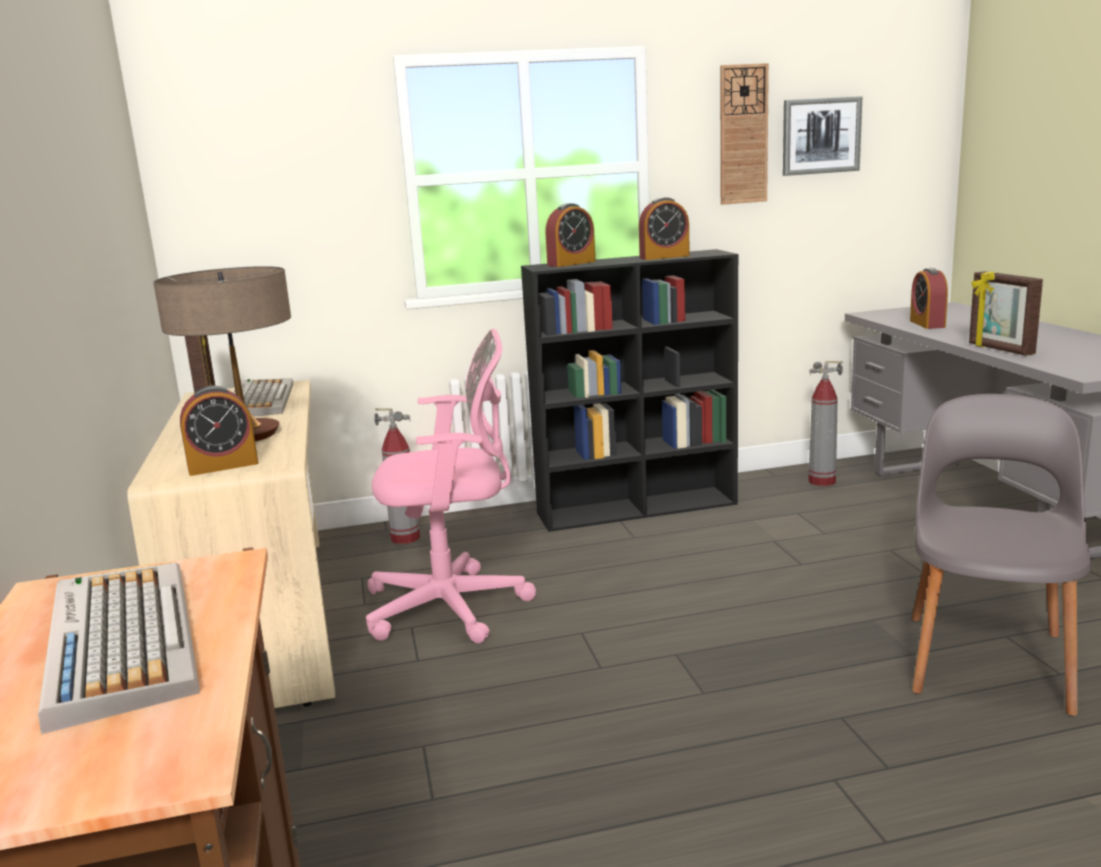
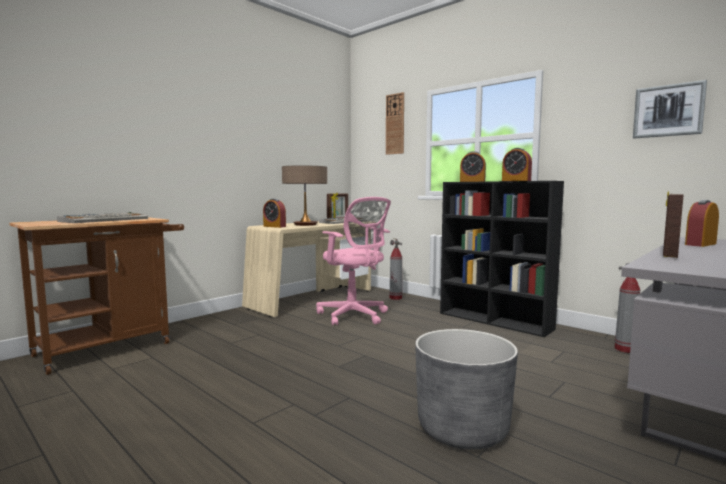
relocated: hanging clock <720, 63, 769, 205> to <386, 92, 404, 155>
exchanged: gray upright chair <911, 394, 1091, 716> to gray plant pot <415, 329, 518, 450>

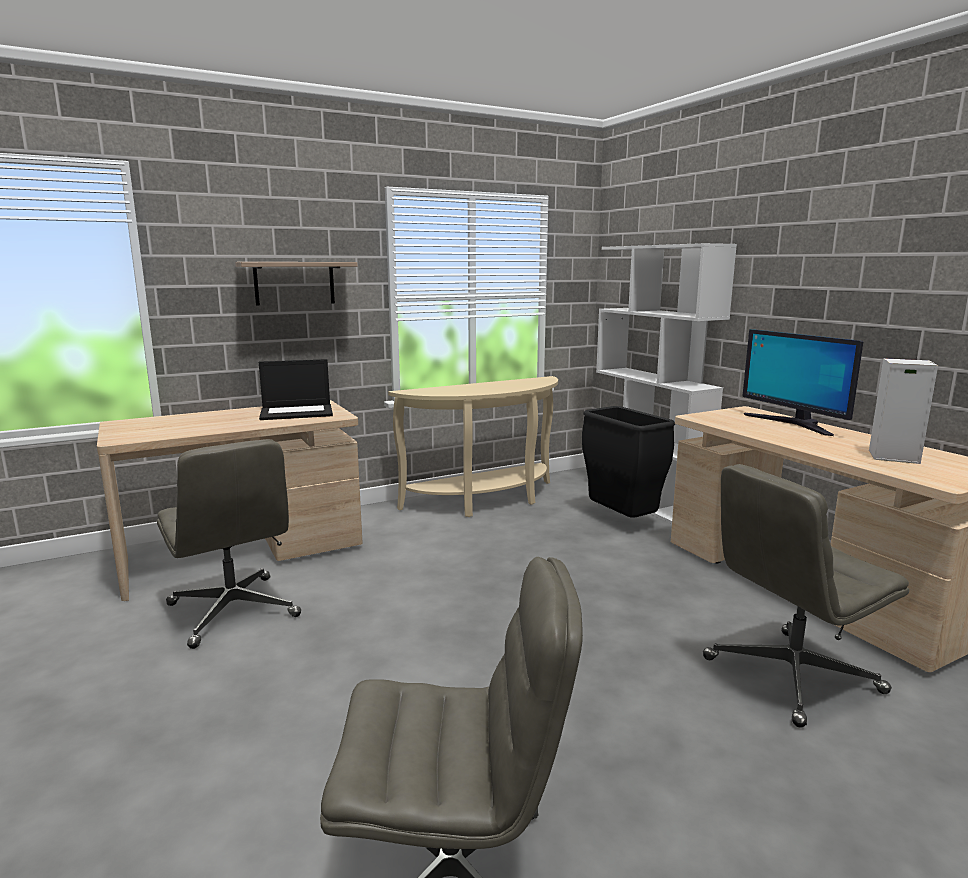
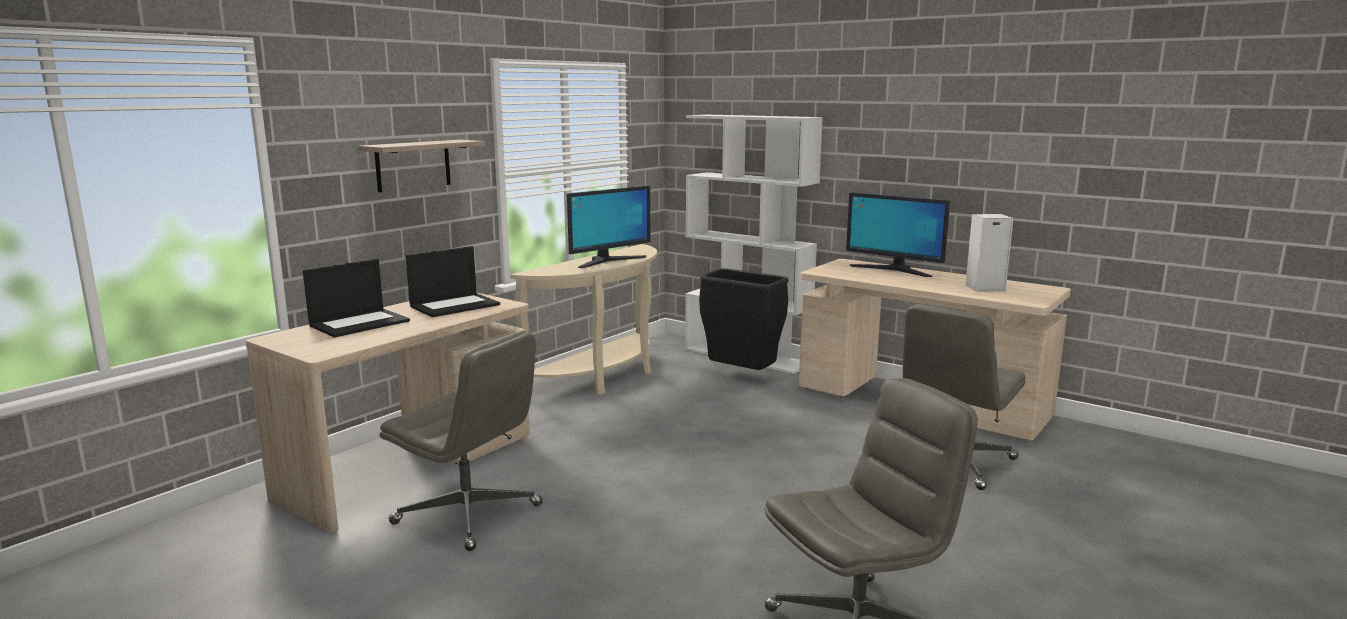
appeared: laptop <303, 258, 410, 337>; monitor <567, 186, 651, 268>

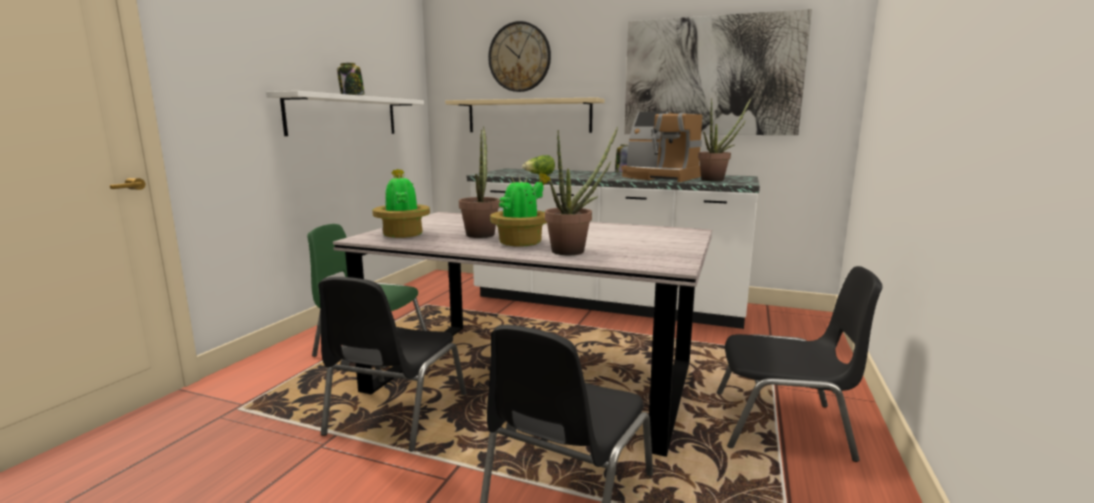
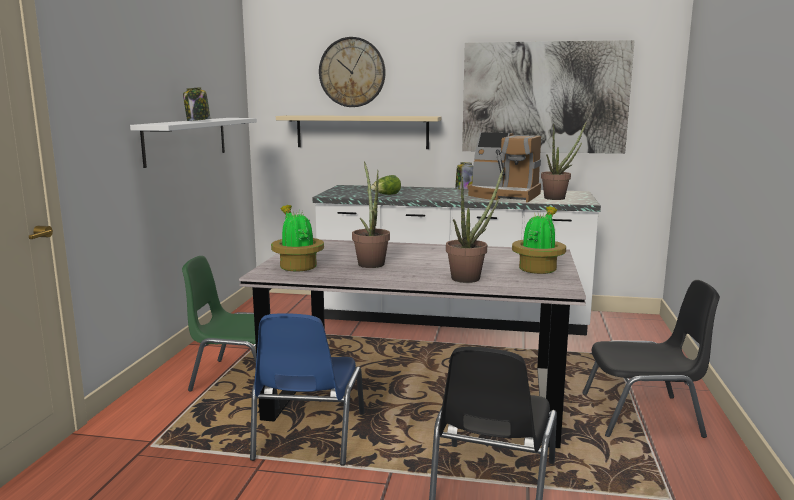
relocated: plant in a pot <490, 173, 551, 247> to <512, 206, 566, 274>
colour: black upright chair <318, 277, 467, 451> to blue-coloured upright chair <250, 313, 364, 466>

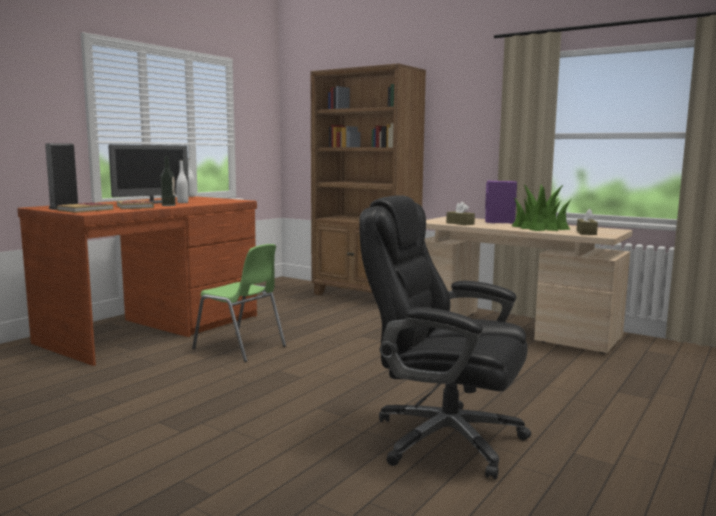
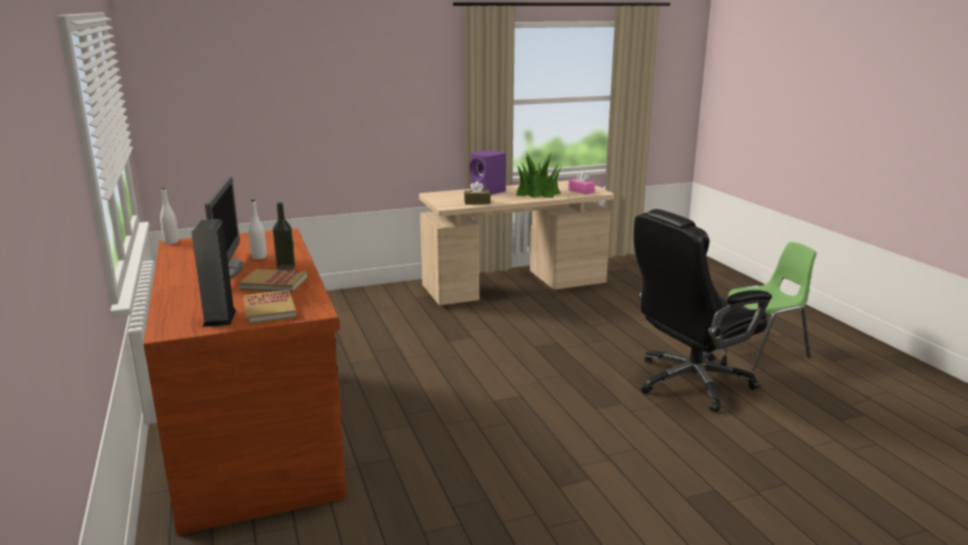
missing: brown shelving unit <310, 63, 426, 295>
relocated: greenish upright chair <192, 244, 286, 362> to <728, 242, 817, 370>
colour: brown tissue box <577, 209, 598, 235> to pink-coloured tissue box <568, 171, 595, 195>

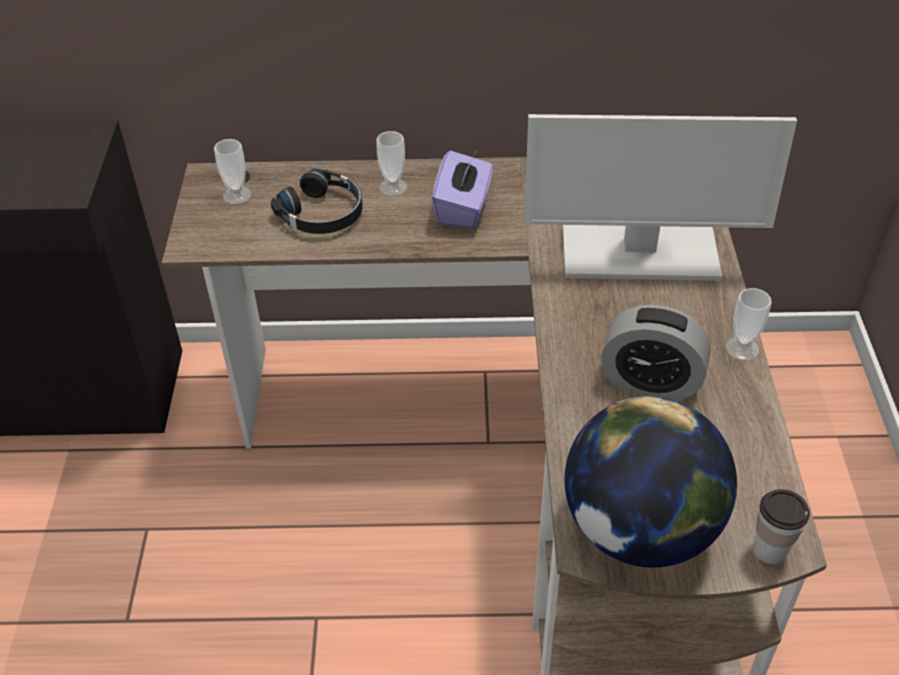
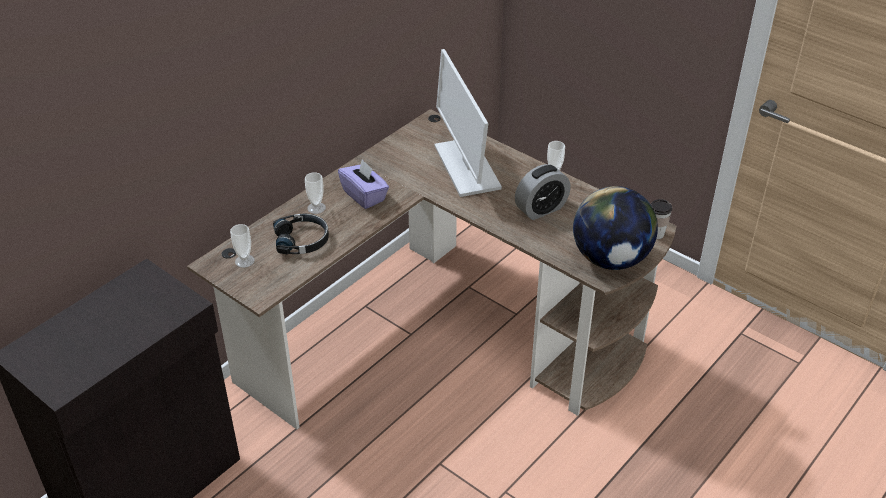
spun: monitor <524, 114, 797, 281> = <435, 49, 502, 197> 120 degrees clockwise

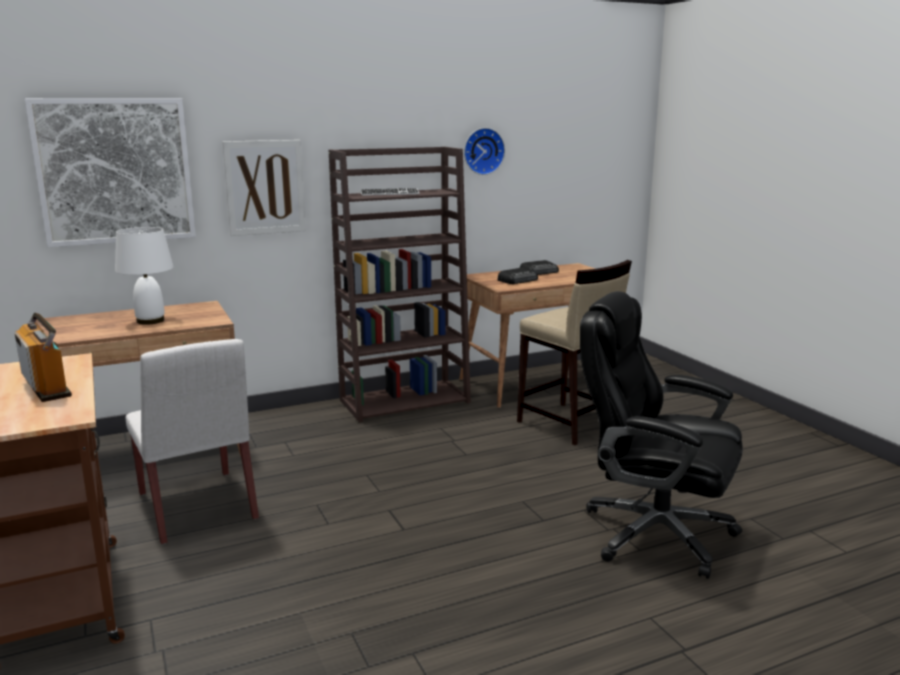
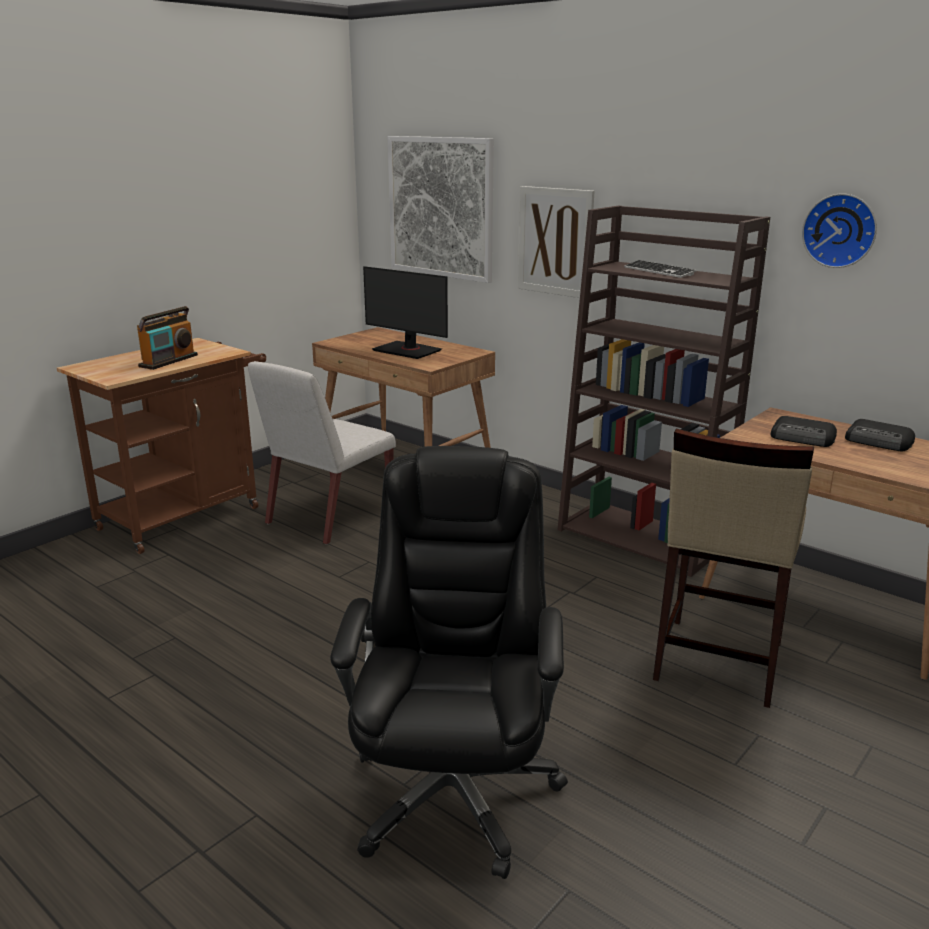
exchanged: white-coloured tabletop lamp <115, 227, 173, 325> to monitor <363, 266, 448, 359>

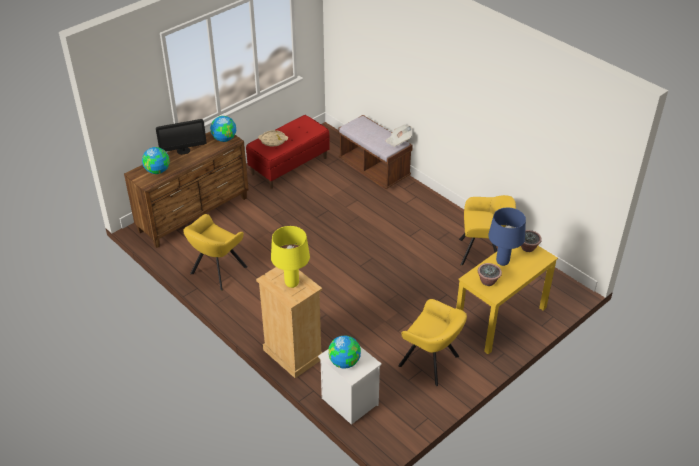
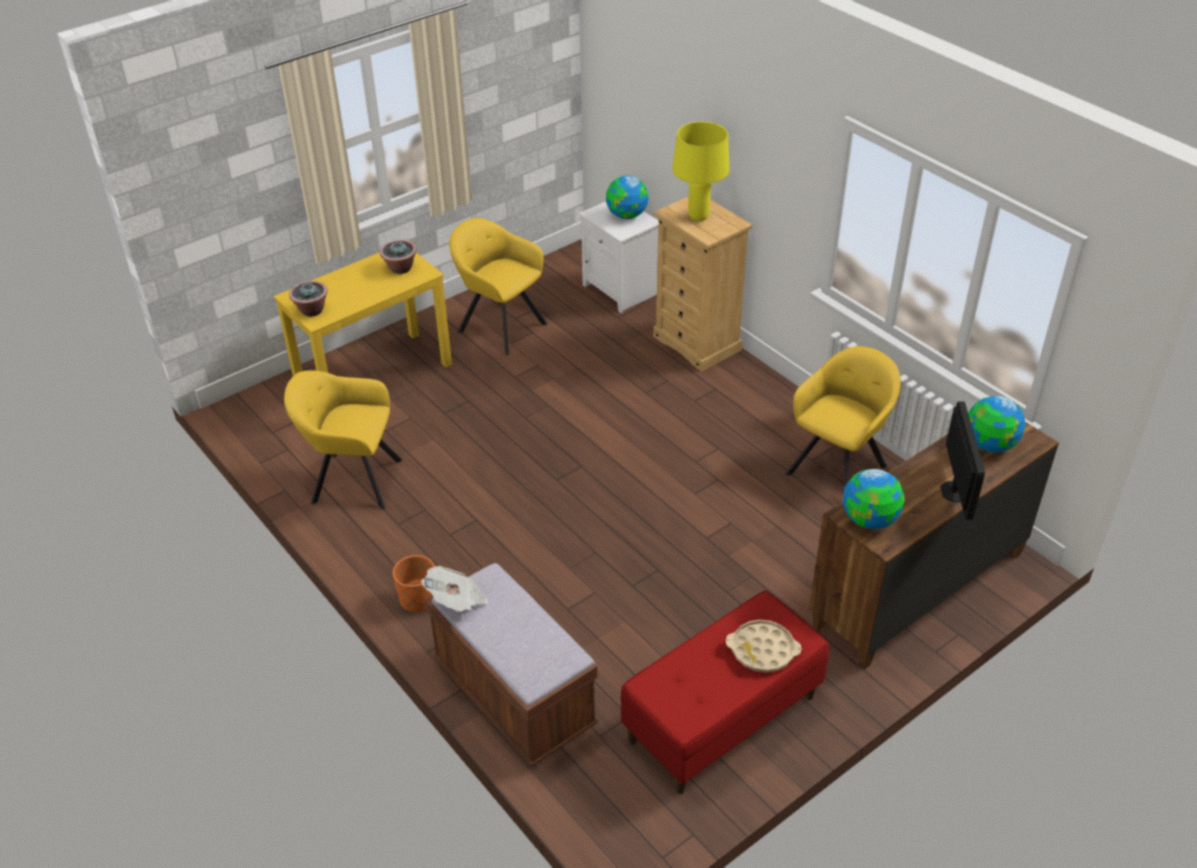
missing: blue-coloured tabletop lamp <488, 208, 526, 266>
appeared: orange-coloured plant pot <393, 555, 435, 612>
spun: monitor <156, 119, 206, 155> = <940, 401, 985, 520> 105 degrees clockwise

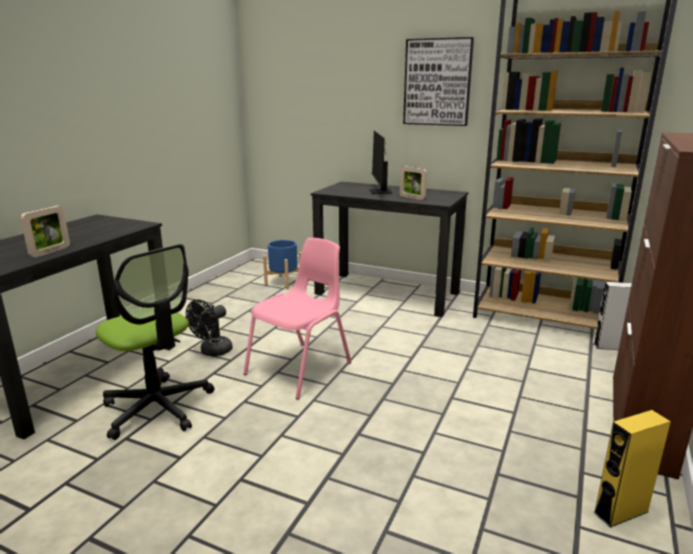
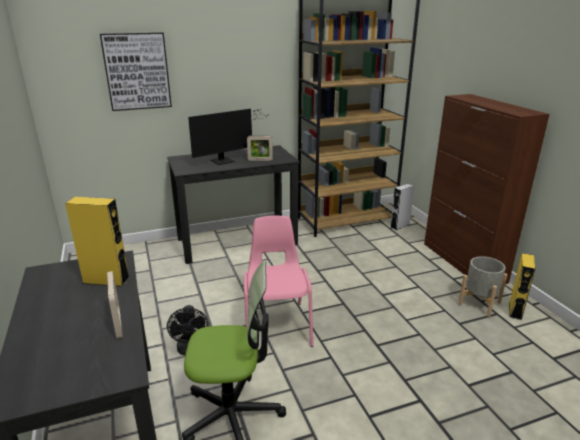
missing: blue-coloured plant pot <263, 240, 302, 290>
appeared: yellow-coloured audio speaker <65, 197, 130, 287>; gray plant pot <458, 256, 507, 317>
relocated: wall picture <403, 37, 474, 126> to <100, 32, 172, 111>
spun: monitor <370, 131, 392, 194> = <188, 109, 265, 165> 75 degrees counterclockwise

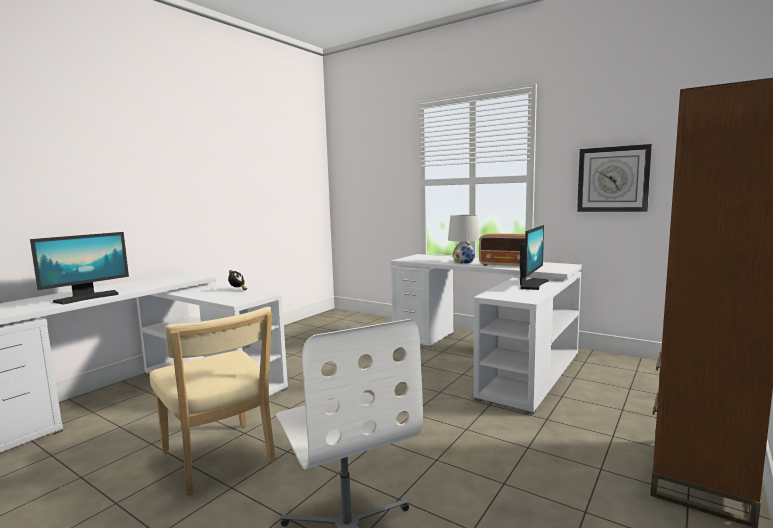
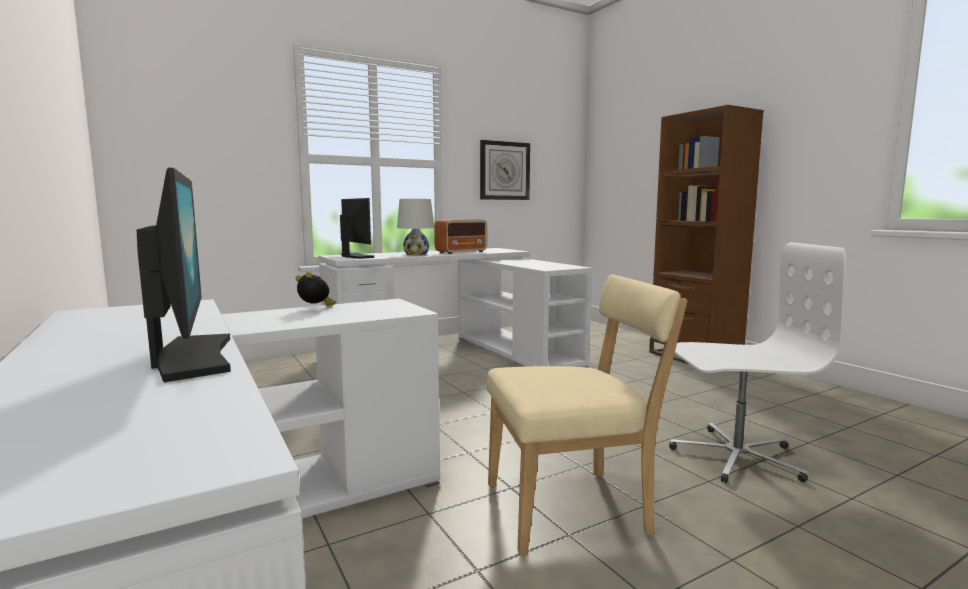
relocated: monitor <520, 225, 549, 290> to <340, 198, 374, 259>

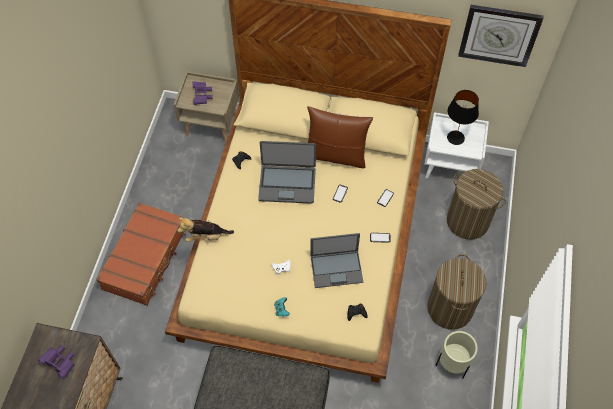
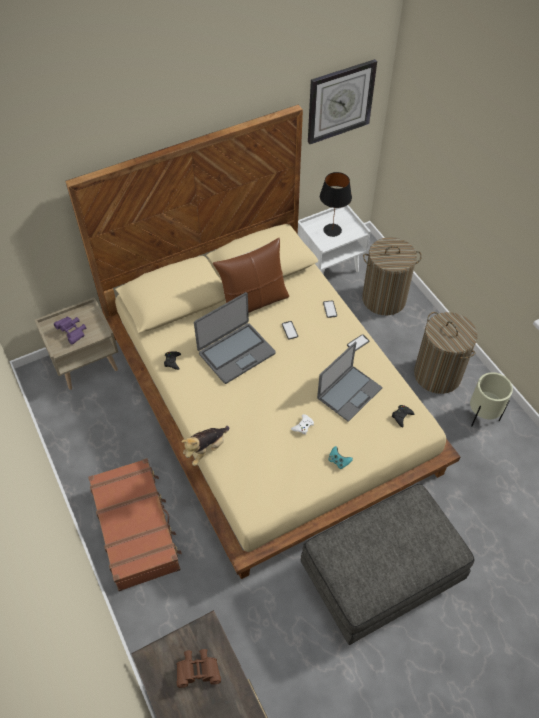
colour: purplish field glasses <38, 345, 75, 379> to brown field glasses <176, 649, 221, 688>

